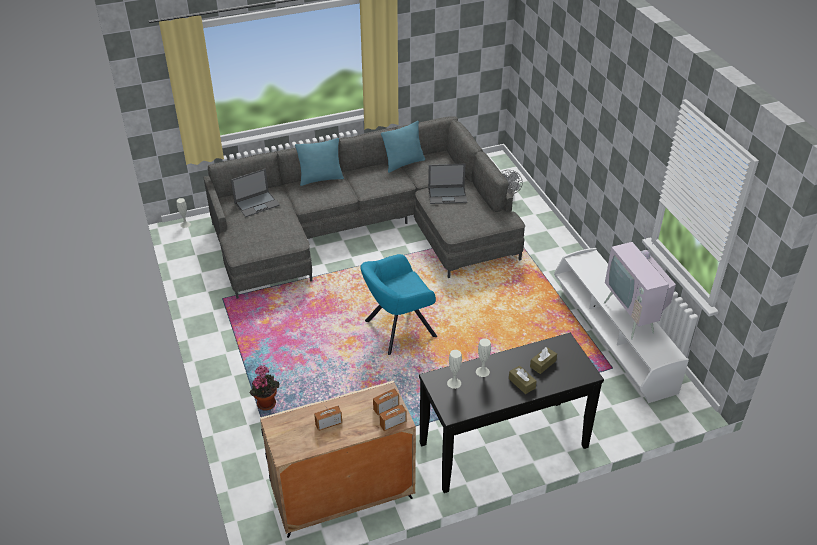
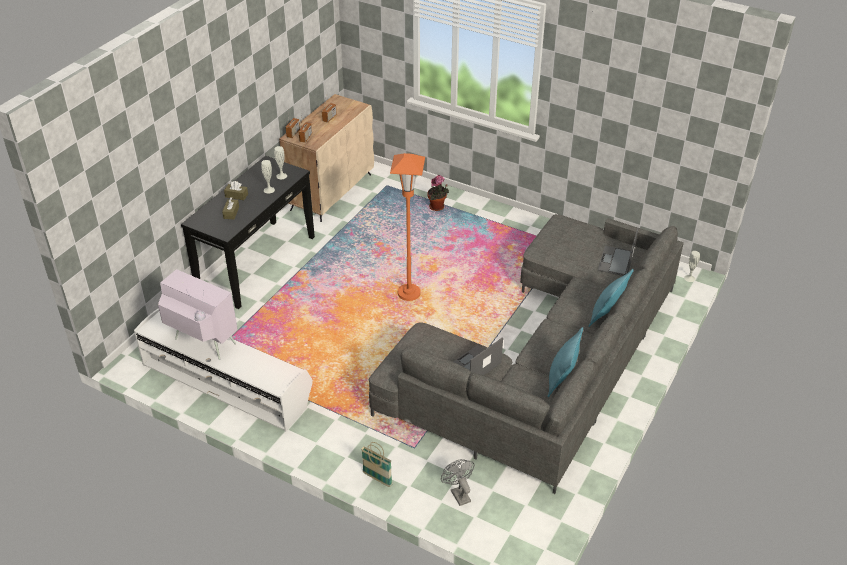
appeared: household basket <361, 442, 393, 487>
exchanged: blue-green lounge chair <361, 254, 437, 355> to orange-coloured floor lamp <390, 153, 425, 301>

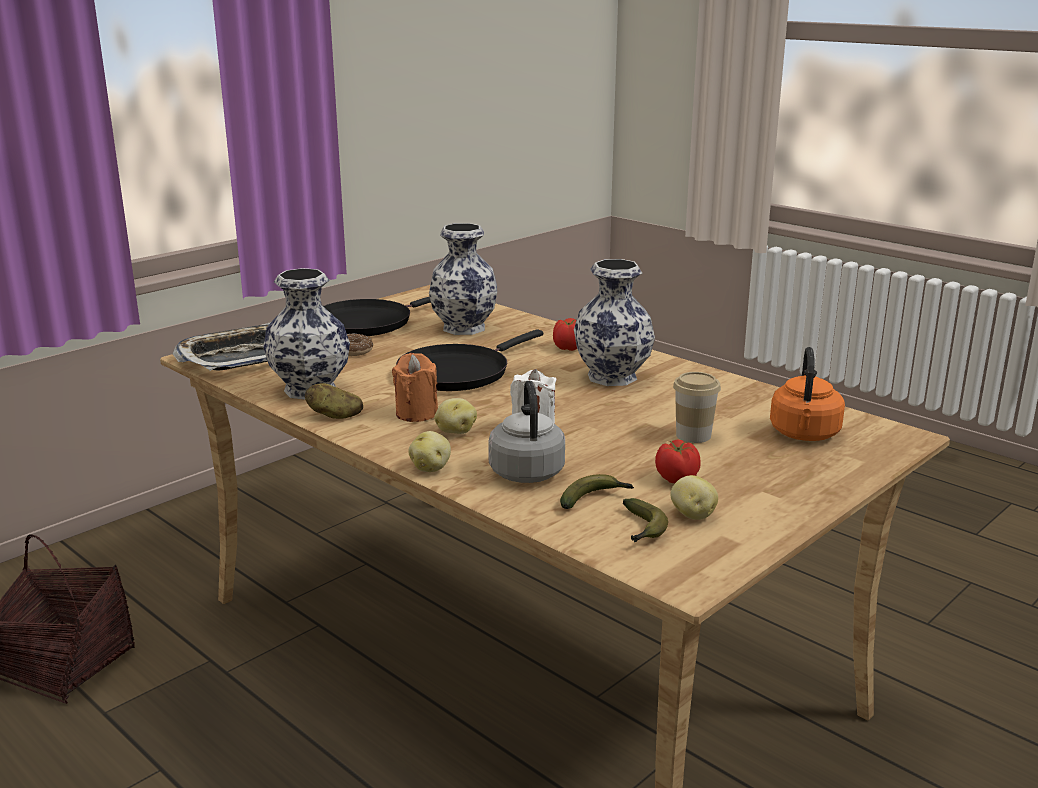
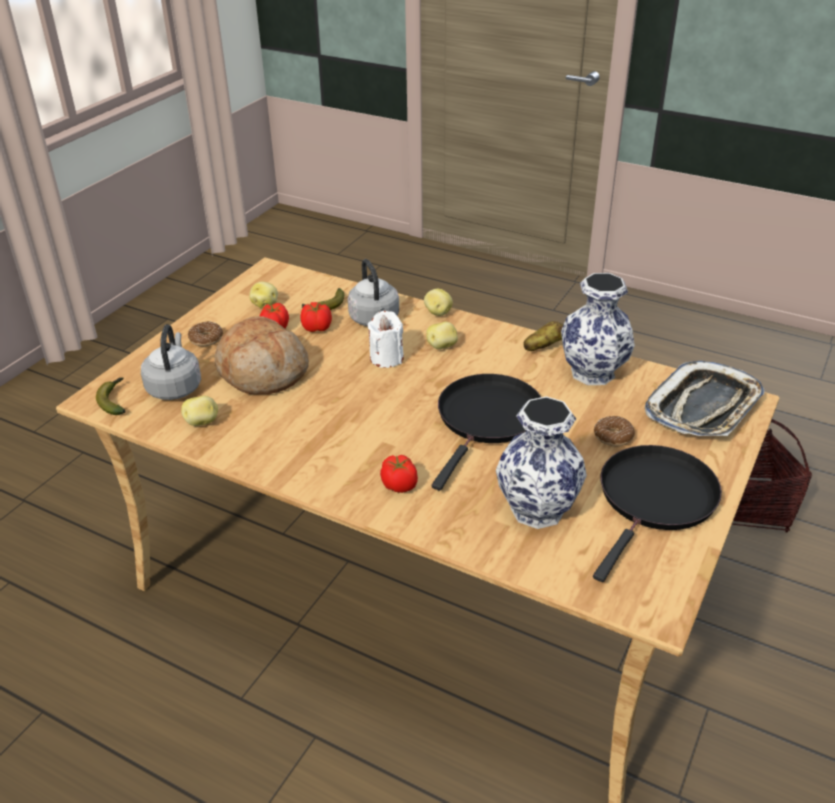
missing: orange-coloured candle <392, 353, 438, 422>; decorative vase <574, 259, 655, 386>
appeared: potato <181, 396, 218, 426>; ring doughnut <188, 321, 223, 346>; fresh tomato <300, 302, 332, 332>
relocated: banana fruit <623, 498, 668, 542> to <96, 377, 126, 415>
exchanged: drinking cup <673, 372, 721, 443> to bakery bread <215, 316, 309, 394>
colour: orange-coloured water kettle <770, 347, 845, 441> to gray water kettle <141, 324, 201, 400>

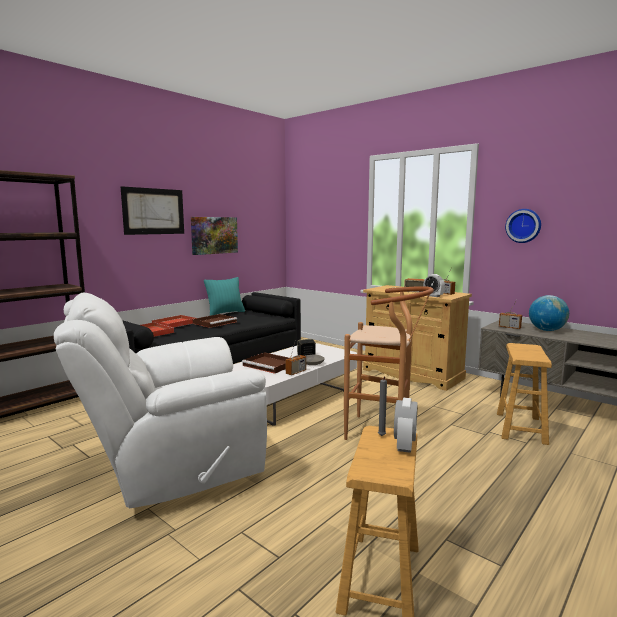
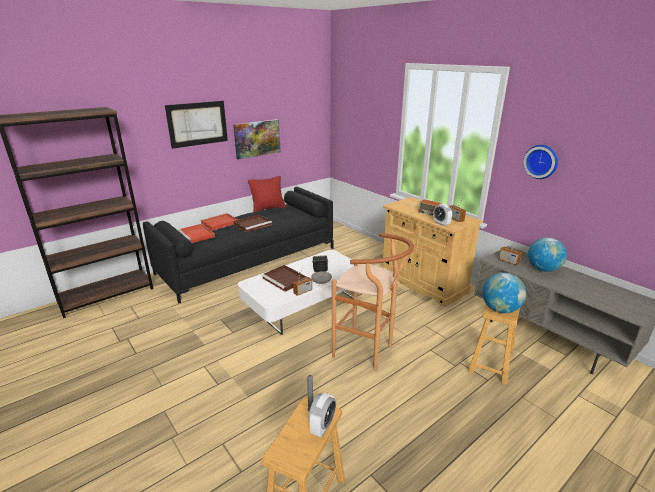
missing: white-coloured lounge chair <54, 293, 267, 508>
appeared: globe <482, 273, 526, 313>
colour: blue-green cushion <204, 277, 245, 316> to red-coloured cushion <248, 176, 286, 212>

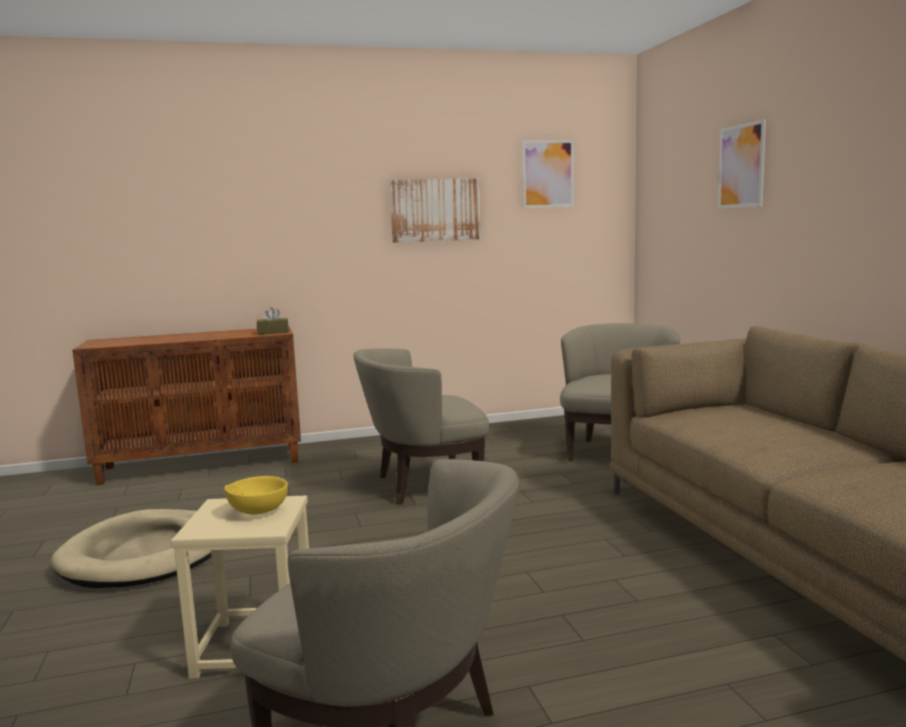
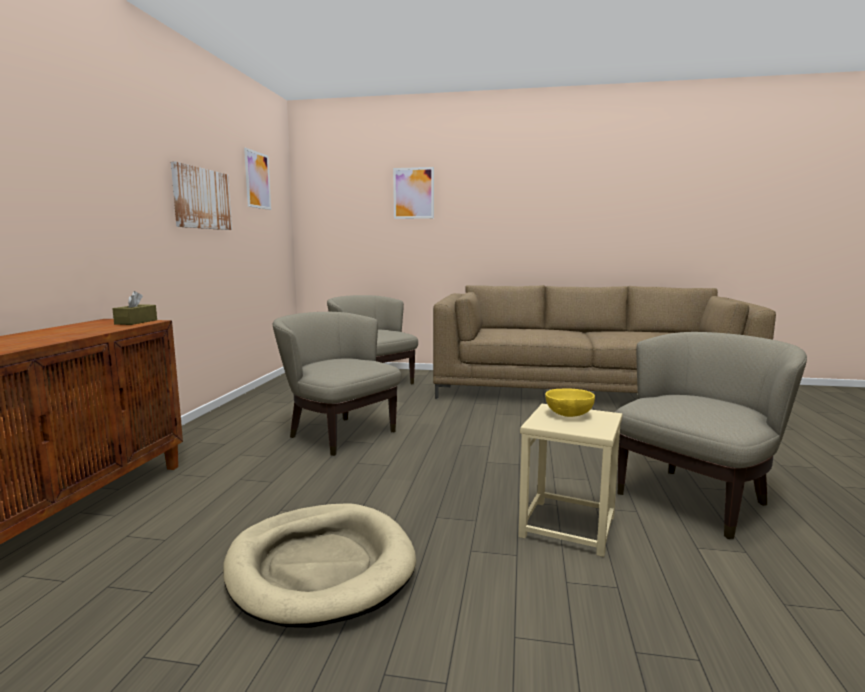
spun: sand-coloured lounge chair <353, 349, 489, 505> = <273, 312, 401, 456> 120 degrees clockwise

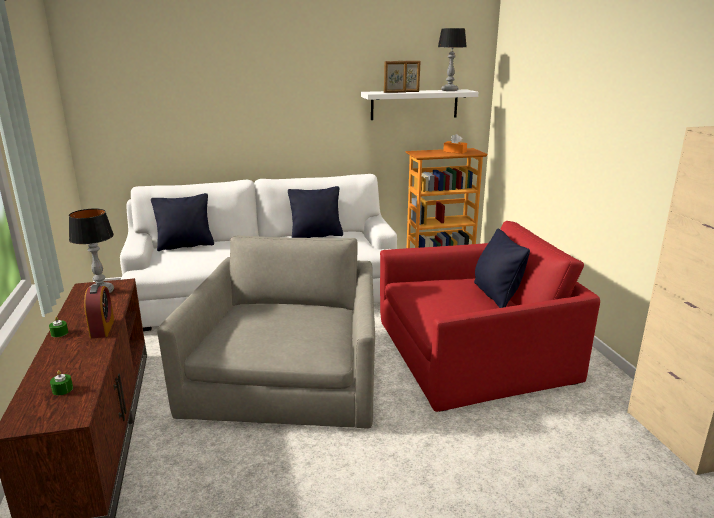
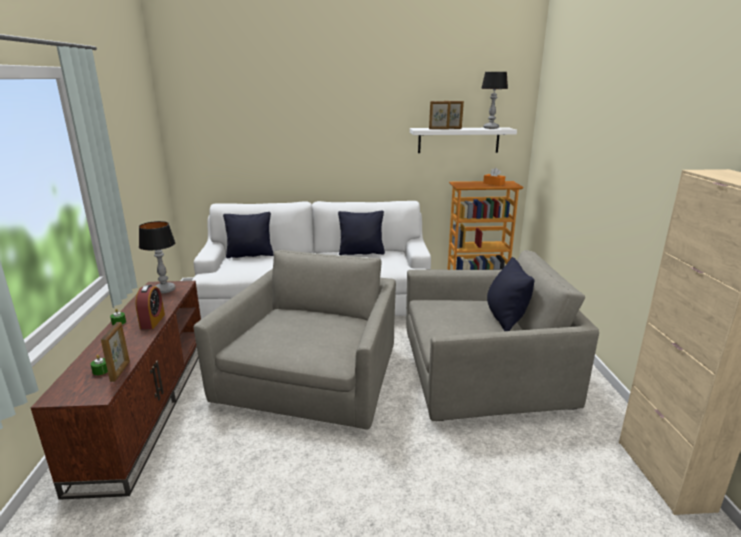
appeared: photo frame <101, 322, 130, 382>
colour: red-coloured lounge chair <380, 221, 600, 412> to gray lounge chair <406, 250, 599, 421>

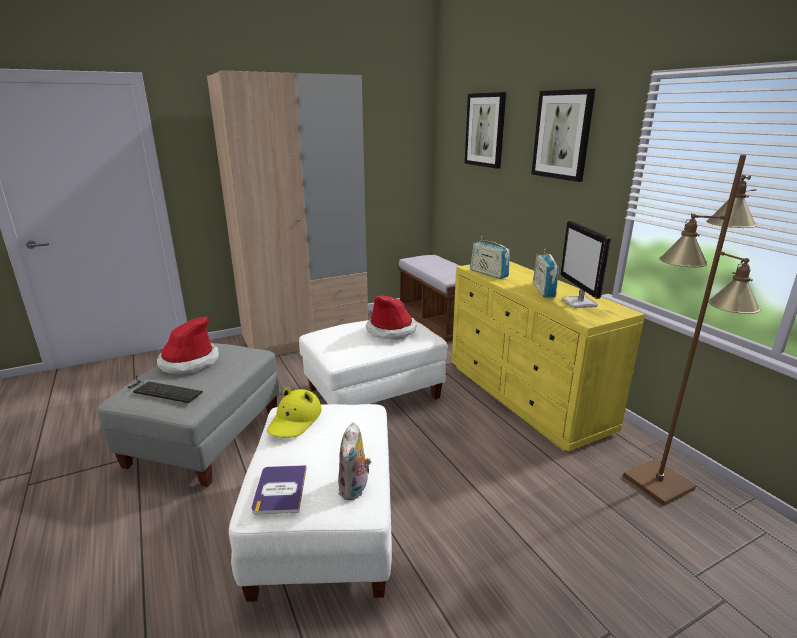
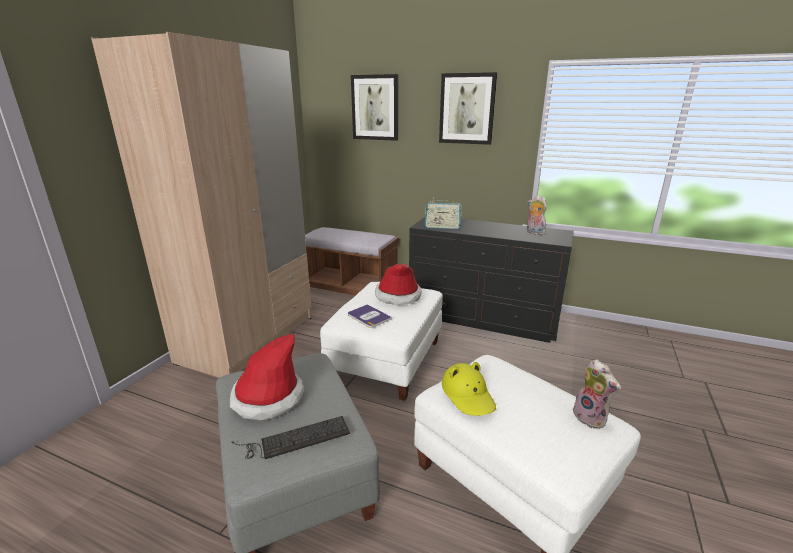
missing: radio <533, 249, 559, 298>; brown floor lamp <623, 155, 761, 506>
relocated: book <252, 465, 307, 514> to <348, 304, 392, 328>
exchanged: monitor <560, 221, 611, 308> to plush toy <527, 195, 547, 235>
colour: yellow-coloured chest of drawers <452, 261, 645, 451> to black chest of drawers <409, 216, 574, 343>

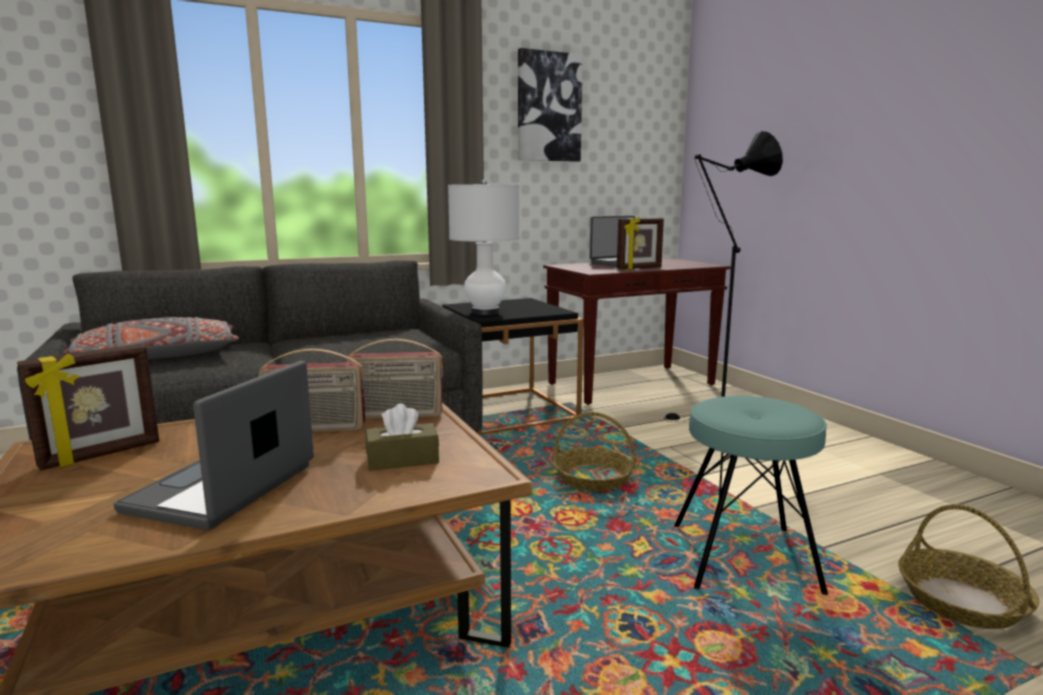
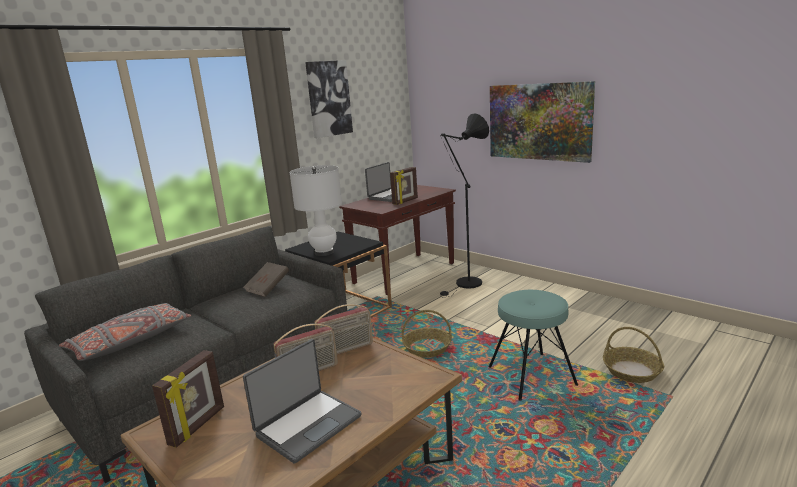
missing: brown tissue box <366, 403, 439, 471>
appeared: brown book <243, 262, 289, 297>; wall picture <490, 81, 595, 163>
spun: laptop <113, 361, 314, 530> = <243, 339, 362, 464> 135 degrees counterclockwise

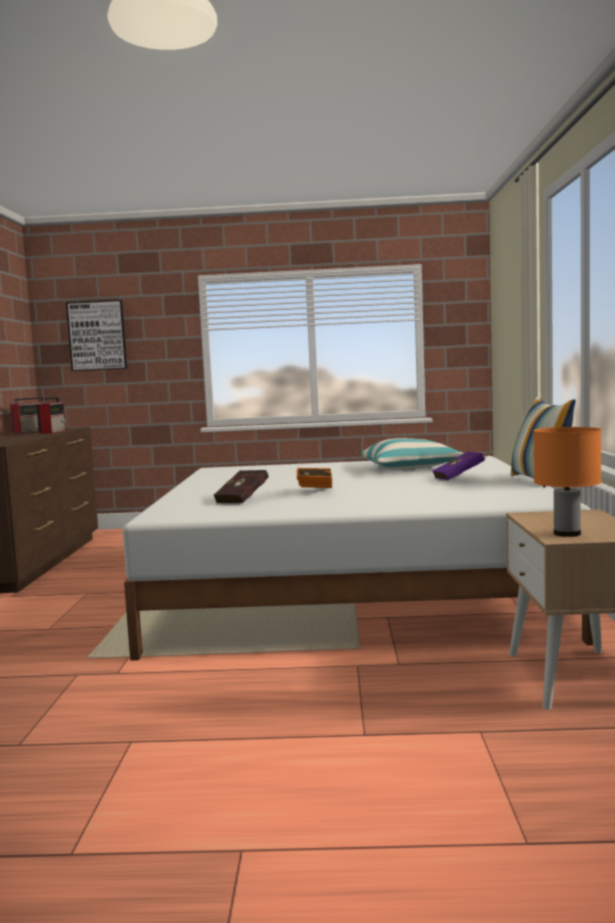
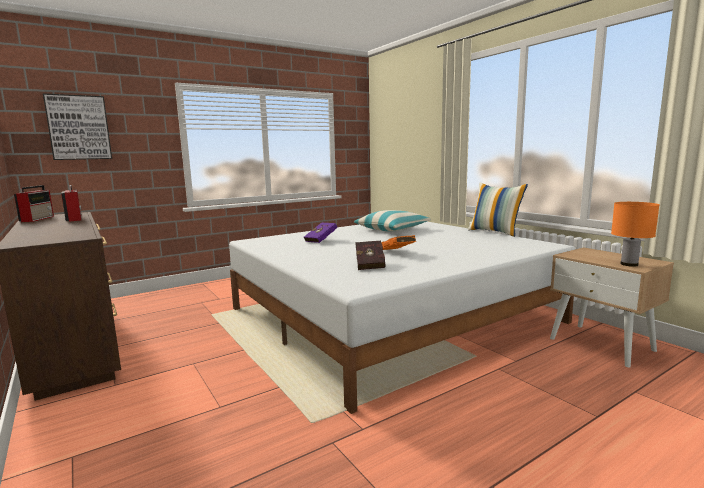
relocated: purplish book <432, 452, 487, 480> to <304, 222, 337, 243>

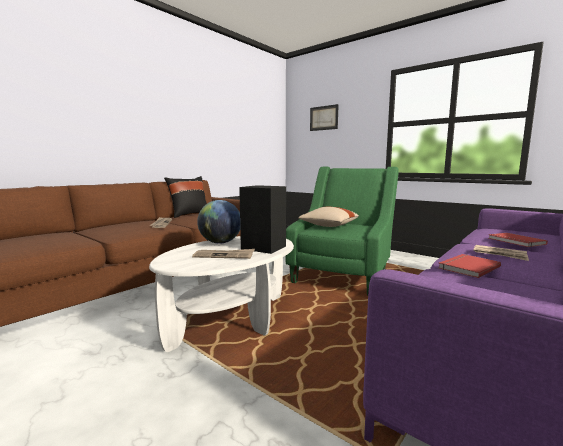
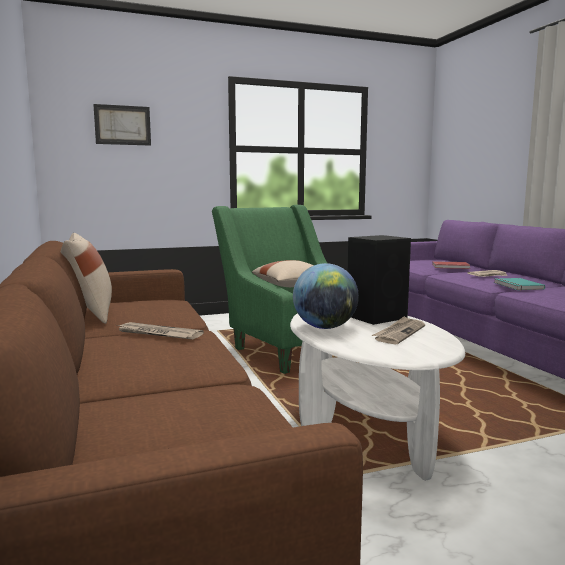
colour: black cushion <164, 176, 207, 218> to sand-coloured cushion <61, 233, 112, 324>; red-coloured book <439, 254, 501, 278> to blue-green book <494, 278, 545, 290>

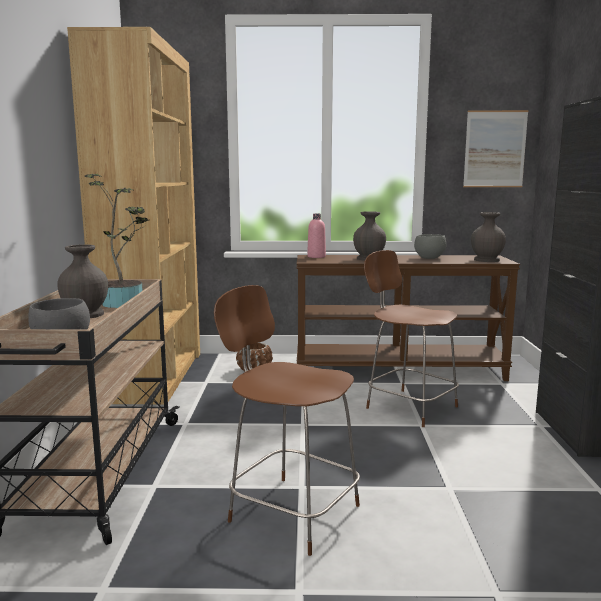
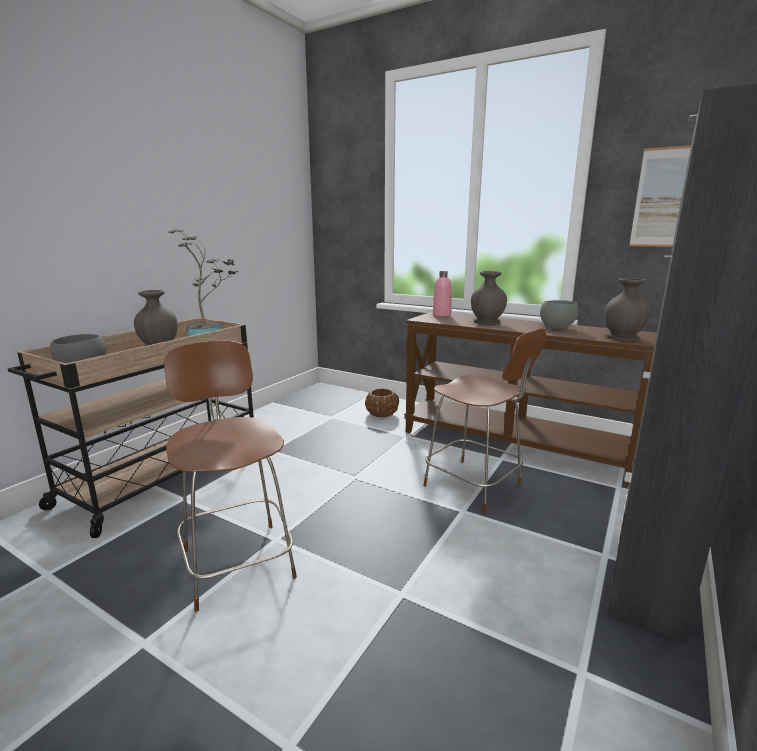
missing: brown shelving unit <67, 27, 200, 404>
spun: brown upright chair <364, 250, 459, 427> = <423, 328, 546, 513> 150 degrees clockwise

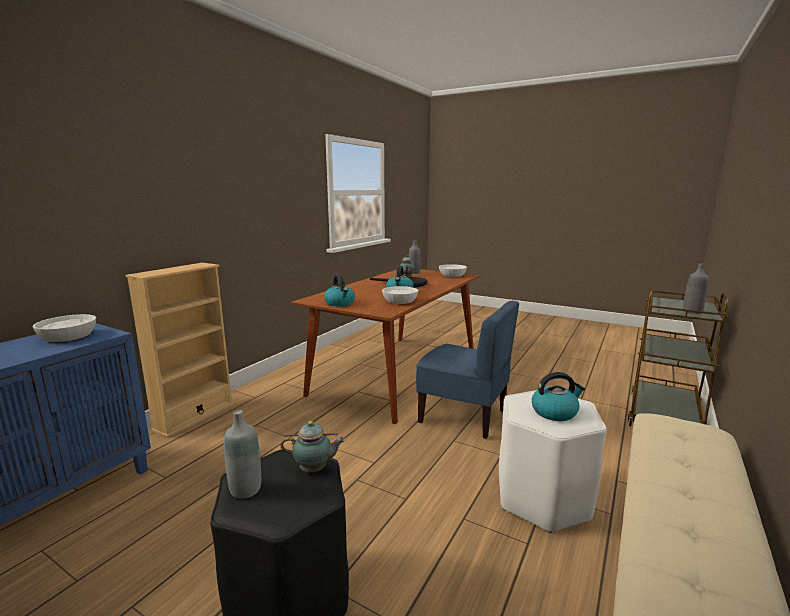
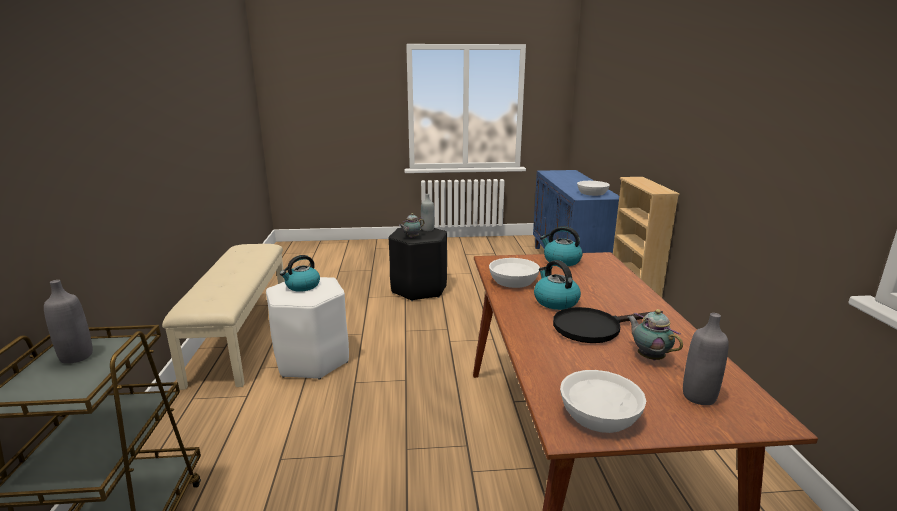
missing: blue-coloured upright chair <416, 301, 519, 439>

